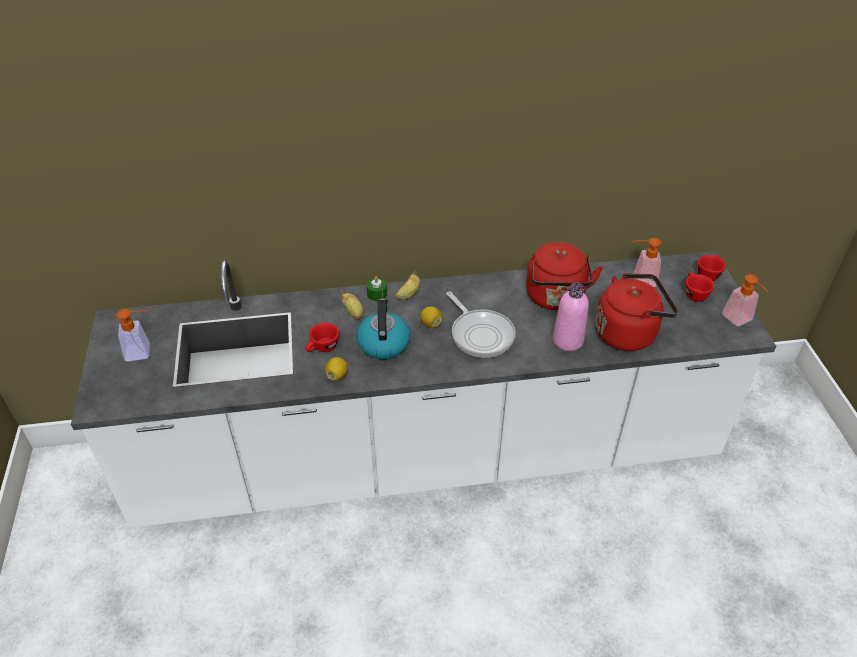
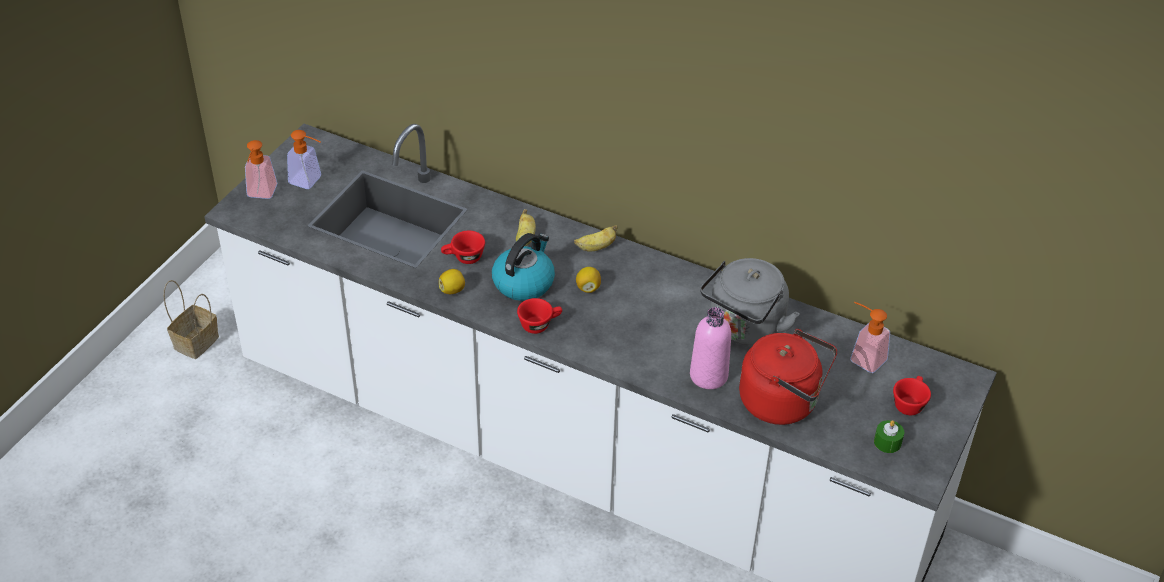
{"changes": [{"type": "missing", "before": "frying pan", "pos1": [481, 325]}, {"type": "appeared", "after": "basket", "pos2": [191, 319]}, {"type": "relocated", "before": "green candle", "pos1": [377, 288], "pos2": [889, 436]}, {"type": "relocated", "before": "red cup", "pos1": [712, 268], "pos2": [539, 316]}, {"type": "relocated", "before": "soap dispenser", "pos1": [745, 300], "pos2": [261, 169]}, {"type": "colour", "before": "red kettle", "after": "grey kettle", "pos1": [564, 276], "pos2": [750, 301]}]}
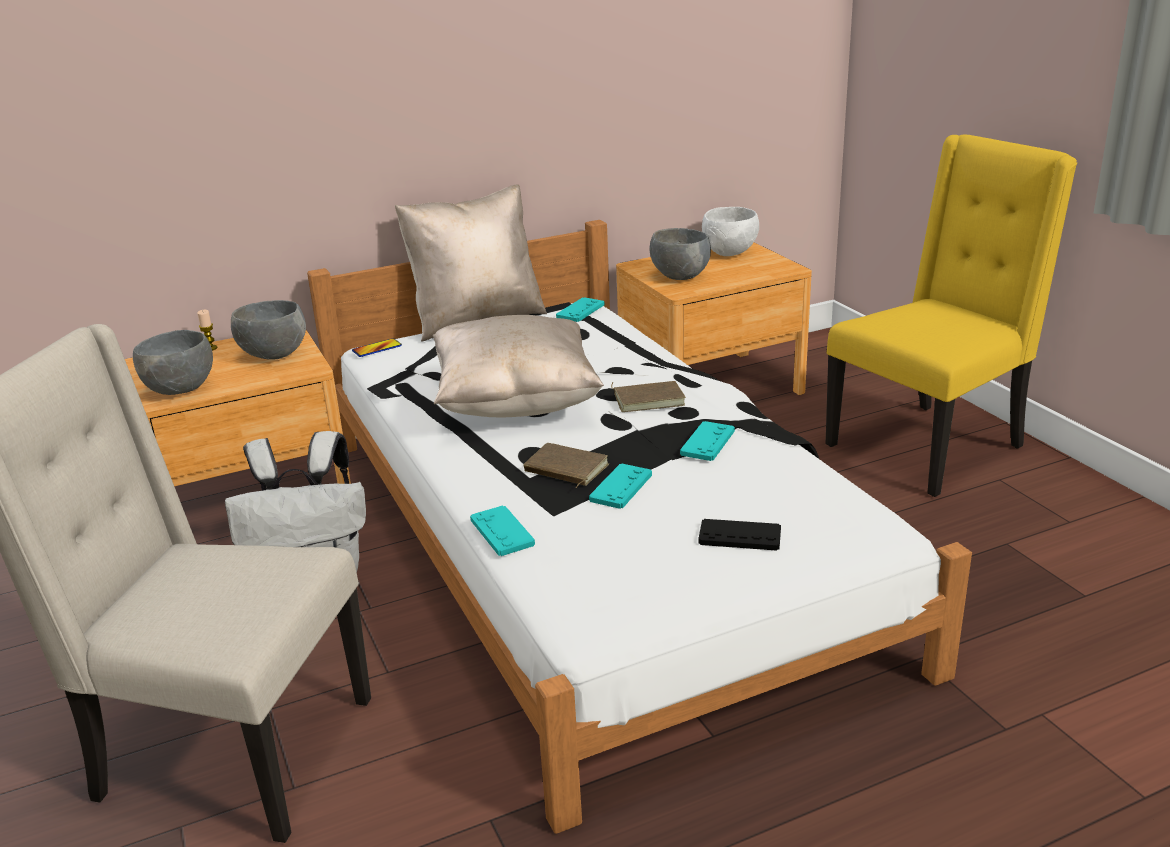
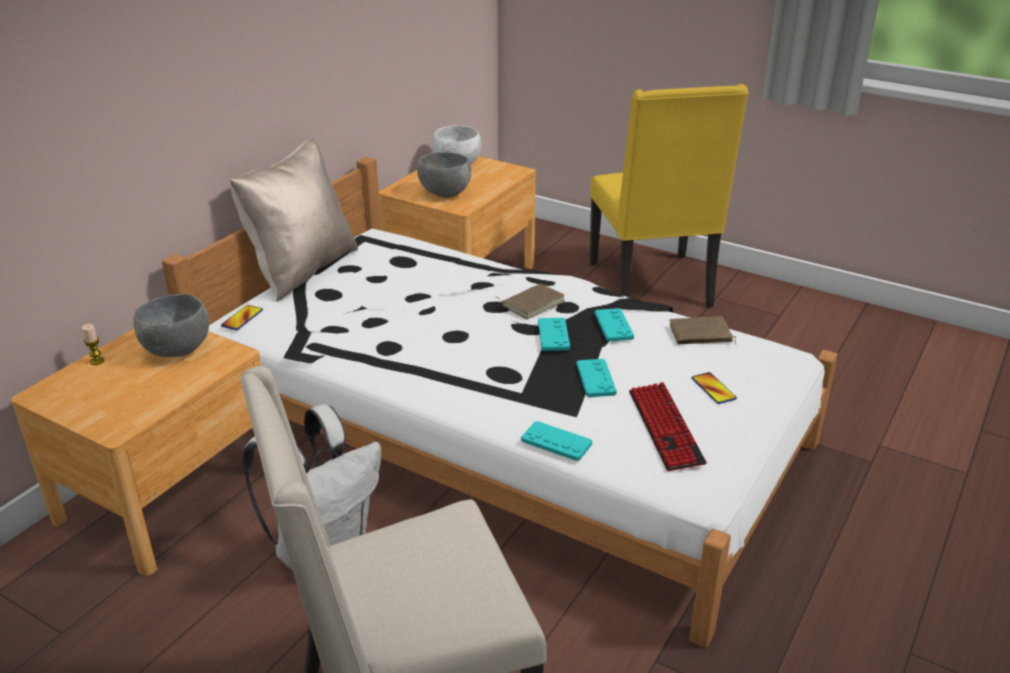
{"changes": [{"type": "missing", "before": "grey bowl", "pos1": [173, 362]}, {"type": "missing", "before": "beige pillow", "pos1": [518, 366]}, {"type": "appeared", "after": "keyboard", "pos2": [668, 426]}, {"type": "relocated", "before": "brown book", "pos1": [566, 465], "pos2": [702, 330]}, {"type": "relocated", "before": "turquoise game controller", "pos1": [580, 309], "pos2": [554, 334]}, {"type": "exchanged", "before": "black game controller", "after": "phone", "pos1": [739, 535], "pos2": [714, 388]}, {"type": "spun", "before": "yellow chair", "pos1": [951, 315], "pos2": [669, 195], "turn": 150}]}
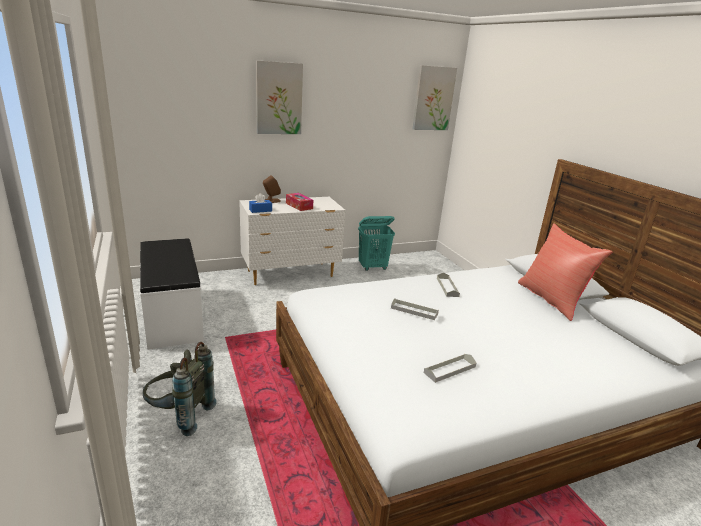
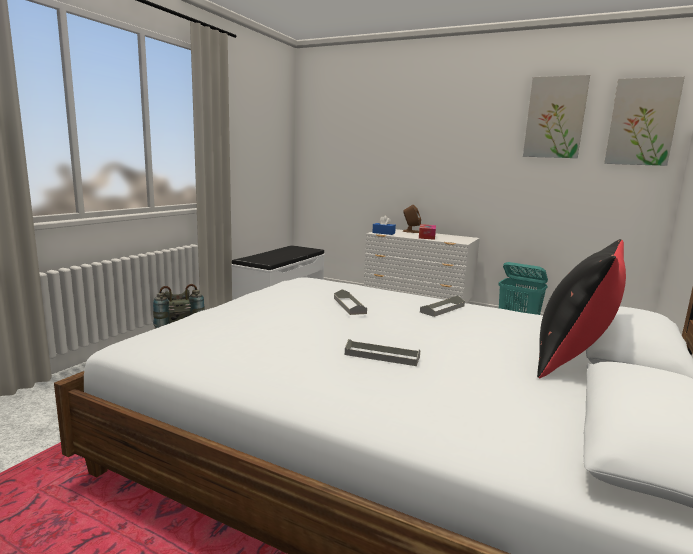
{"changes": [{"type": "relocated", "before": "picture", "pos1": [279, 97], "pos2": [556, 116]}, {"type": "relocated", "before": "grey tray", "pos1": [450, 368], "pos2": [382, 352]}, {"type": "colour", "before": "red pillow", "after": "black pillow", "pos1": [565, 272], "pos2": [581, 308]}]}
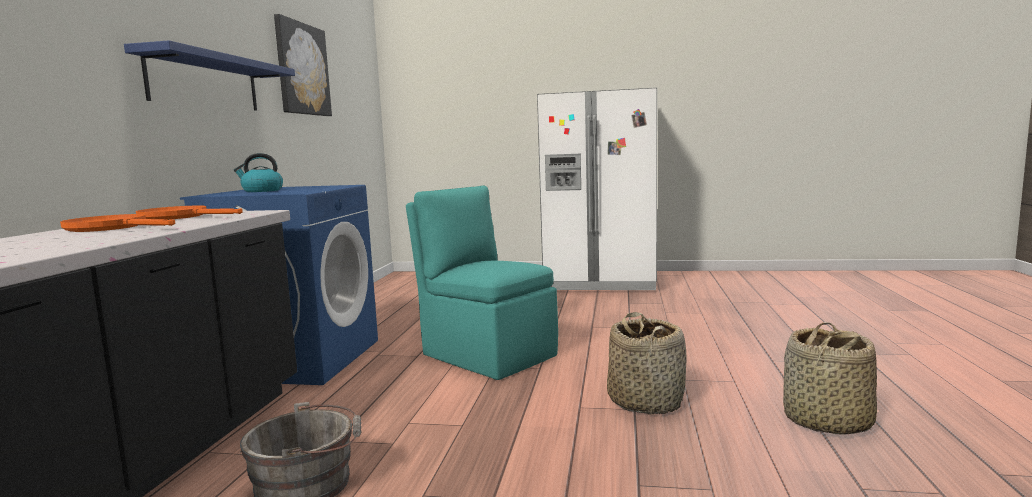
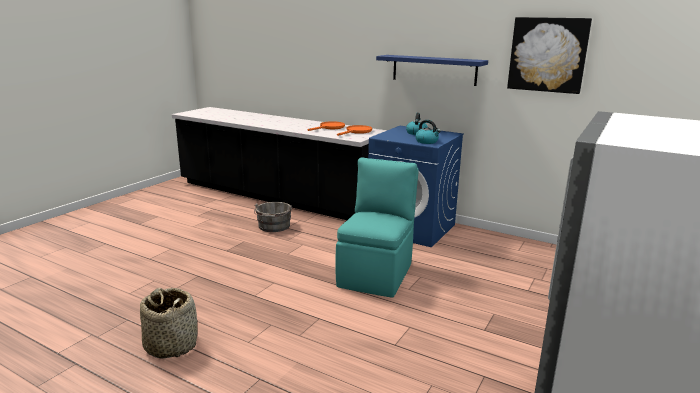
{"changes": [{"type": "missing", "before": "basket", "pos1": [647, 363]}, {"type": "appeared", "after": "kettle", "pos2": [428, 132]}, {"type": "spun", "before": "turquoise chair", "pos1": [482, 283], "pos2": [377, 227], "turn": -45}]}
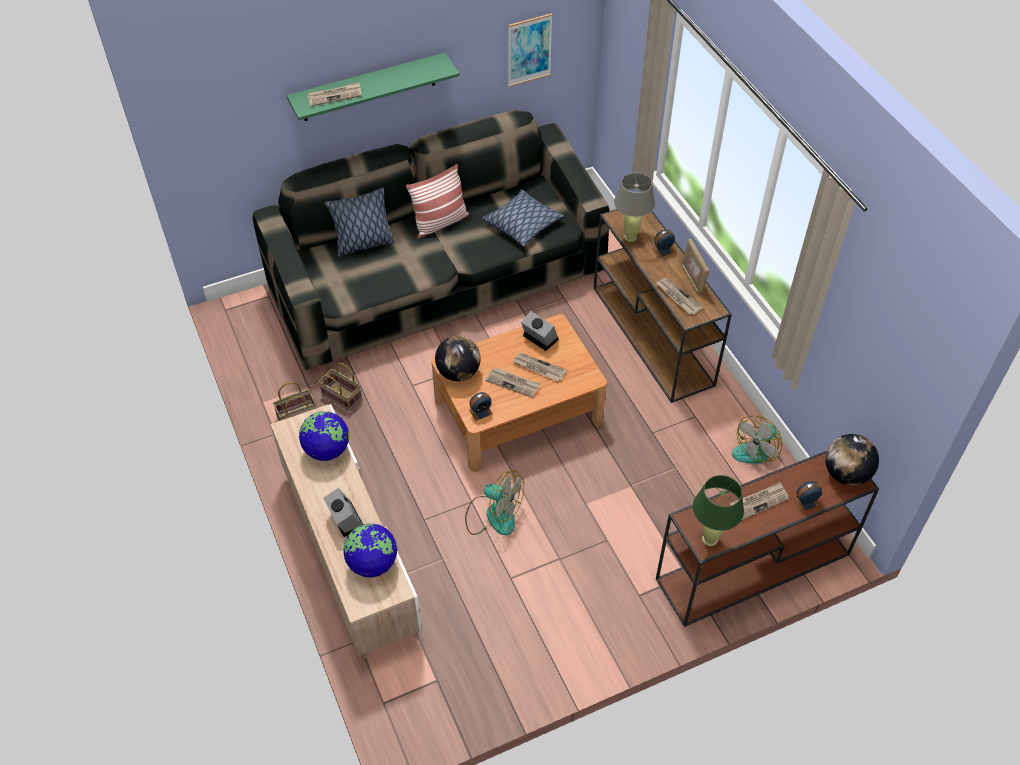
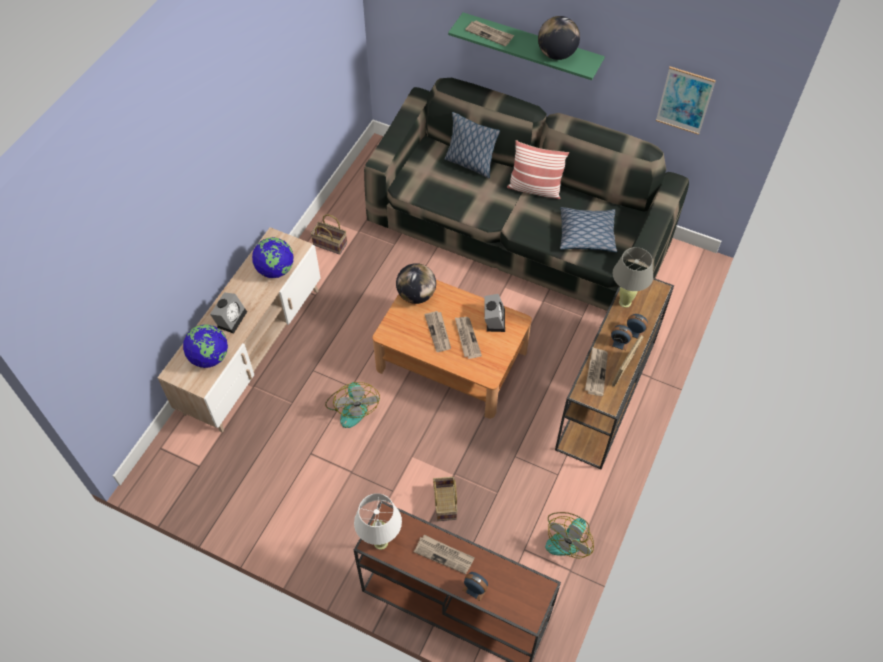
{"changes": [{"type": "relocated", "before": "basket", "pos1": [340, 387], "pos2": [445, 499]}, {"type": "relocated", "before": "alarm clock", "pos1": [481, 406], "pos2": [620, 338]}, {"type": "relocated", "before": "globe", "pos1": [852, 460], "pos2": [559, 38]}, {"type": "colour", "before": "green table lamp", "after": "white table lamp", "pos1": [718, 510], "pos2": [378, 521]}, {"type": "spun", "before": "fan", "pos1": [757, 439], "pos2": [569, 535], "turn": -60}]}
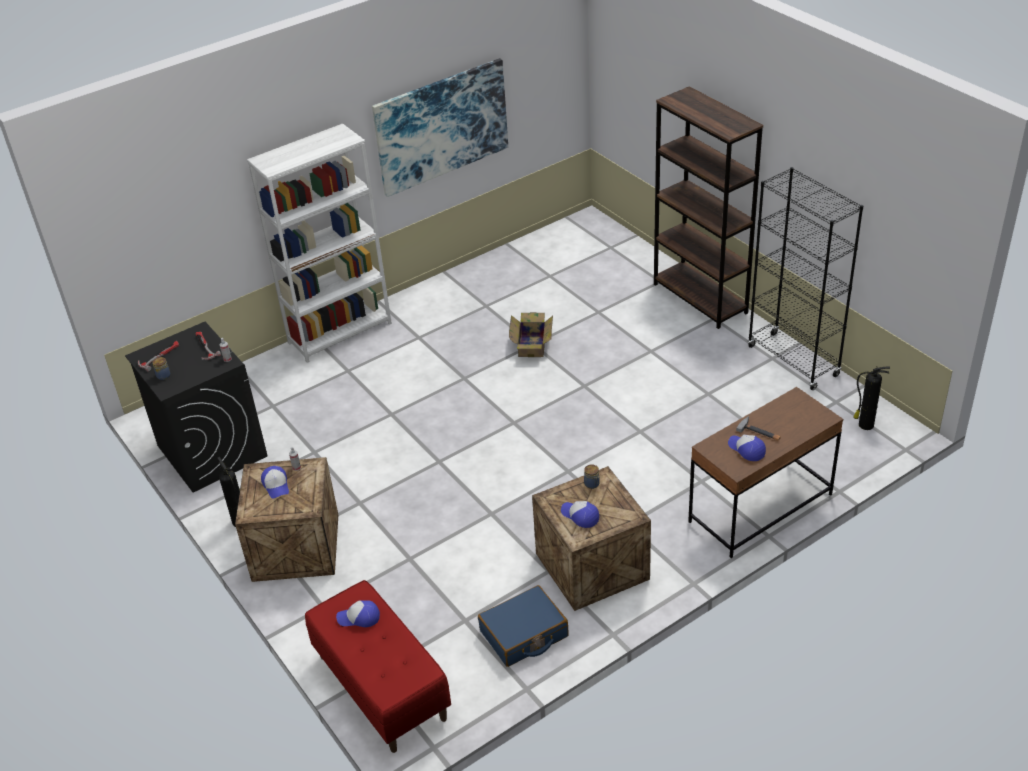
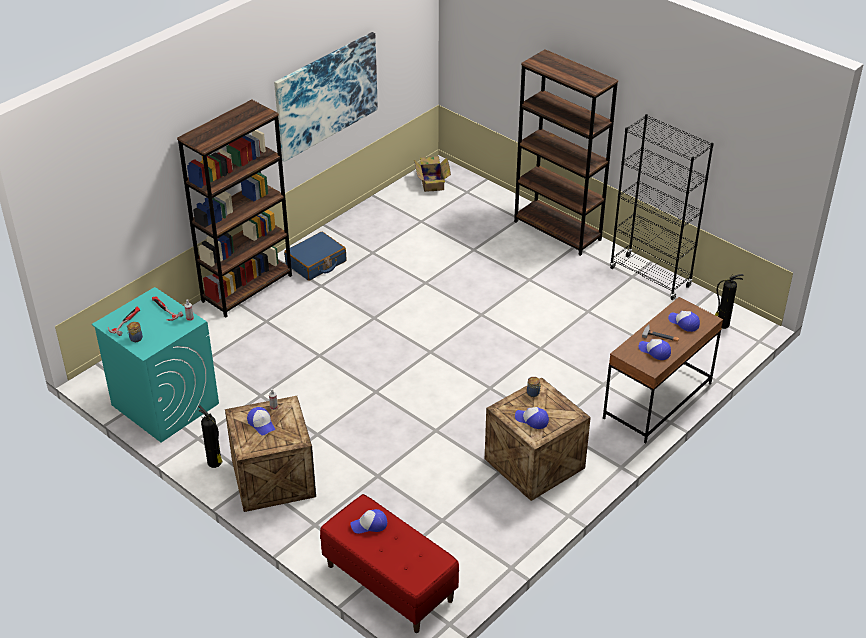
{"changes": [{"type": "appeared", "after": "cap", "pos2": [684, 321]}, {"type": "relocated", "before": "blue suitcase", "pos1": [523, 626], "pos2": [315, 256]}, {"type": "relocated", "before": "cardboard box", "pos1": [531, 334], "pos2": [432, 174]}, {"type": "colour", "before": "black washing machine", "after": "turquoise washing machine", "pos1": [196, 407], "pos2": [155, 364]}, {"type": "colour", "before": "white bookcase", "after": "brown bookcase", "pos1": [319, 243], "pos2": [234, 208]}]}
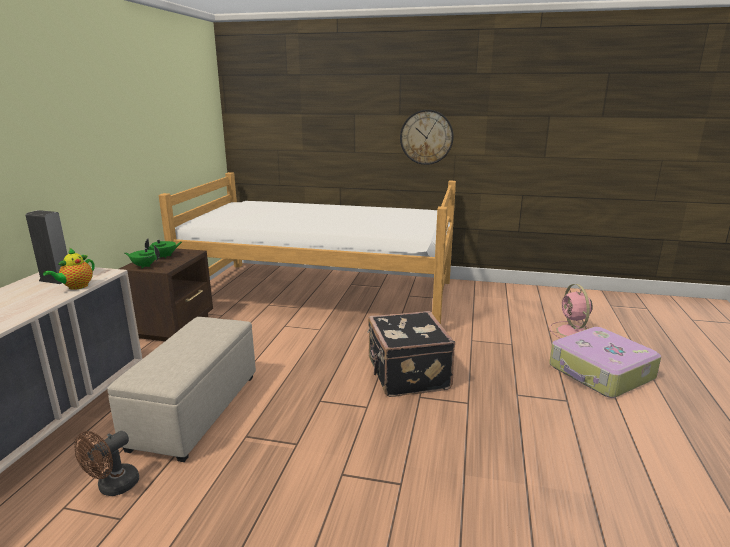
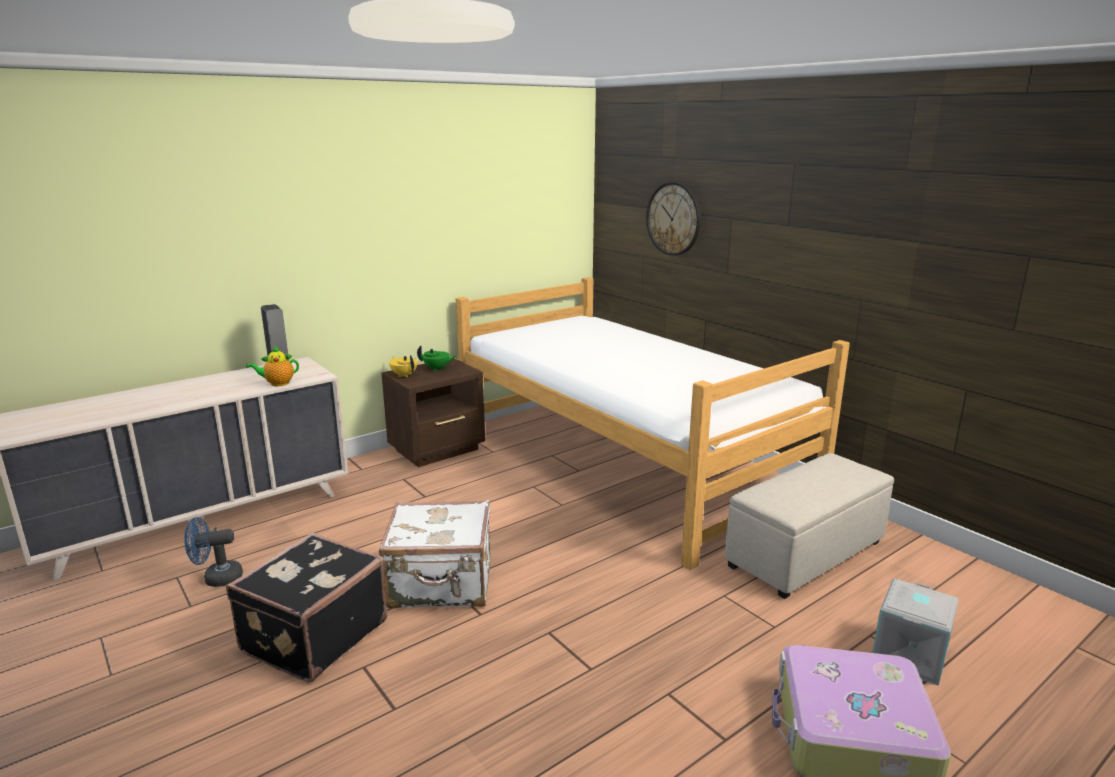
{"changes": [{"type": "appeared", "after": "white suitcase", "pos2": [435, 554]}, {"type": "relocated", "before": "beige ottoman", "pos1": [181, 389], "pos2": [809, 526]}, {"type": "relocated", "before": "black suitcase", "pos1": [411, 354], "pos2": [306, 607]}, {"type": "relocated", "before": "wall clock", "pos1": [427, 137], "pos2": [673, 219]}, {"type": "exchanged", "before": "pink fan", "after": "grey storage box", "pos1": [571, 311], "pos2": [915, 632]}, {"type": "colour", "before": "brown fan", "after": "blue fan", "pos1": [106, 463], "pos2": [213, 552]}, {"type": "colour", "before": "green teapot", "after": "yellow teapot", "pos1": [142, 256], "pos2": [403, 366]}]}
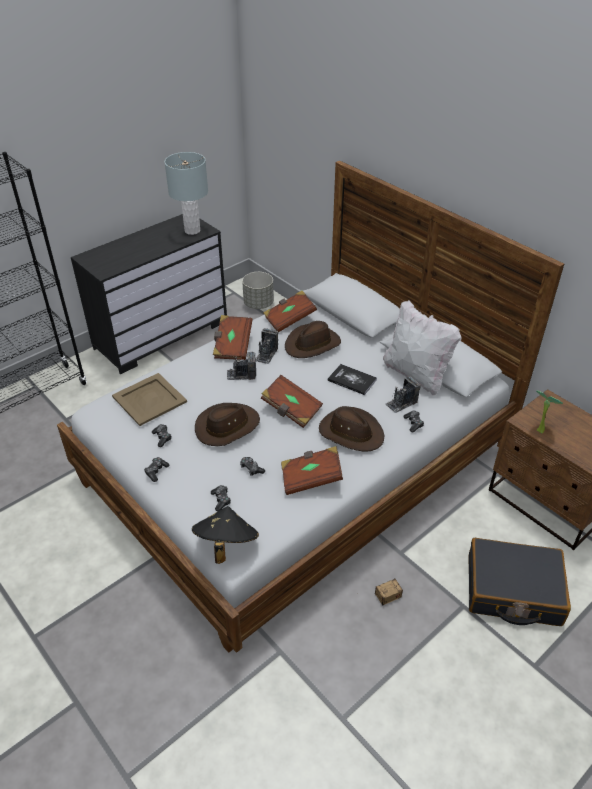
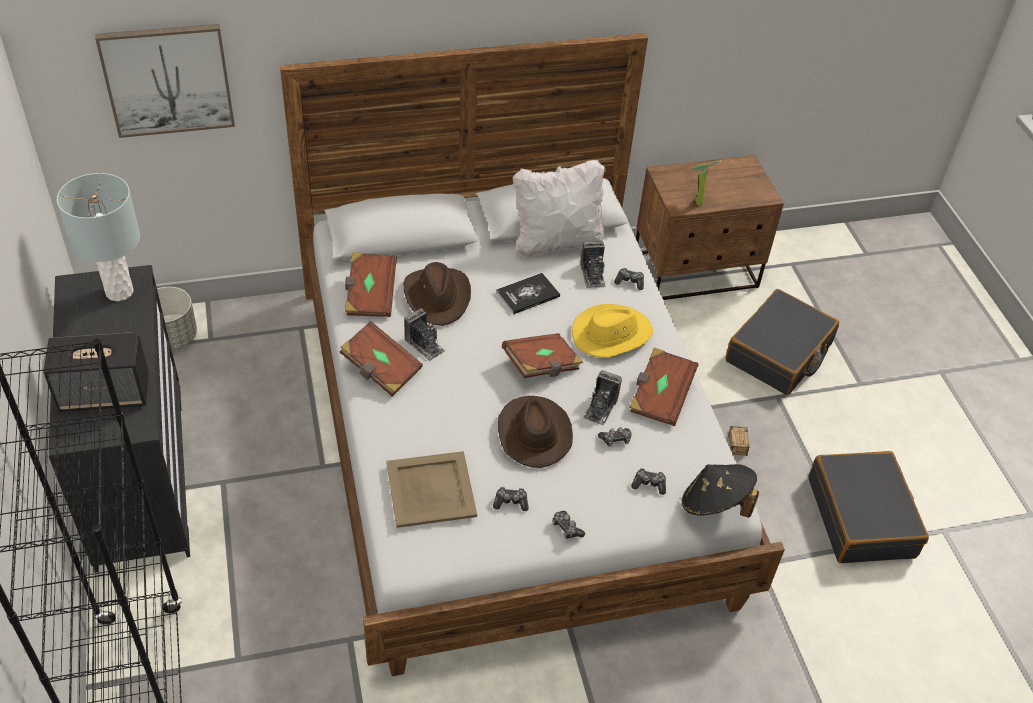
{"changes": [{"type": "appeared", "after": "speaker", "pos2": [96, 372]}, {"type": "appeared", "after": "picture", "pos2": [165, 81]}, {"type": "appeared", "after": "black suitcase", "pos2": [868, 507]}, {"type": "relocated", "before": "photo camera", "pos1": [241, 366], "pos2": [602, 397]}, {"type": "colour", "before": "brown hat", "after": "yellow hat", "pos1": [352, 429], "pos2": [612, 331]}]}
